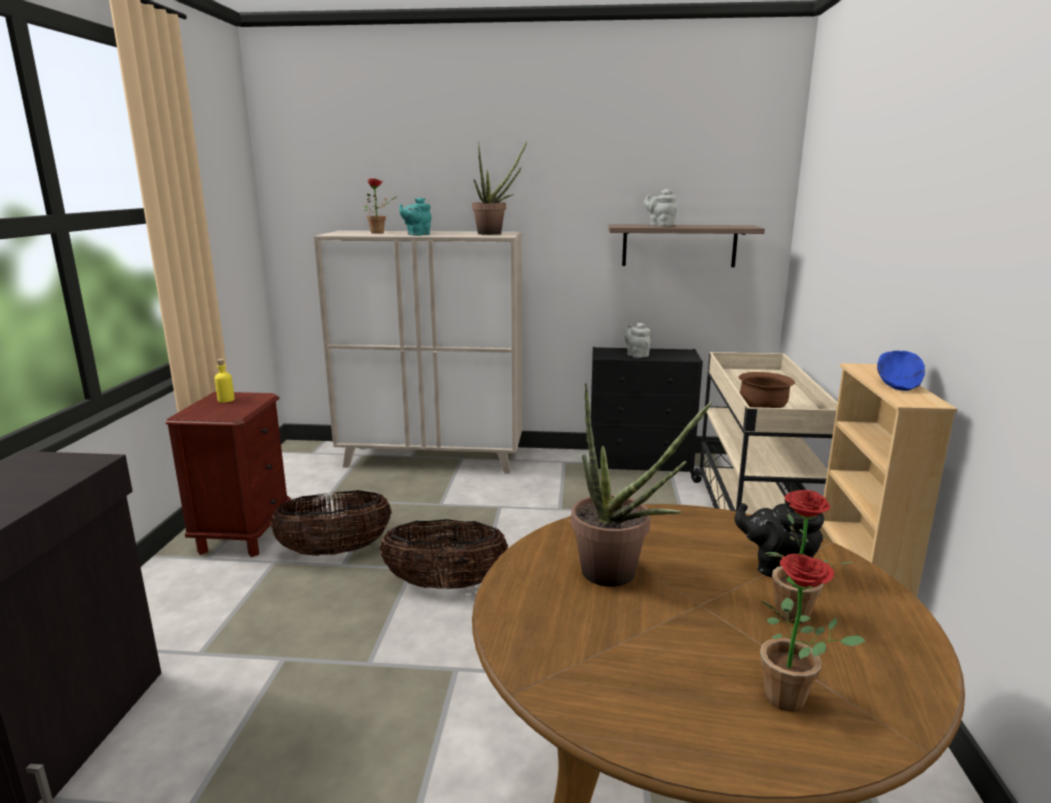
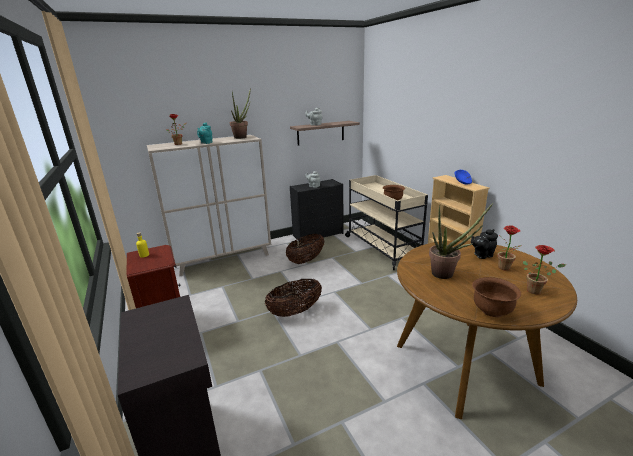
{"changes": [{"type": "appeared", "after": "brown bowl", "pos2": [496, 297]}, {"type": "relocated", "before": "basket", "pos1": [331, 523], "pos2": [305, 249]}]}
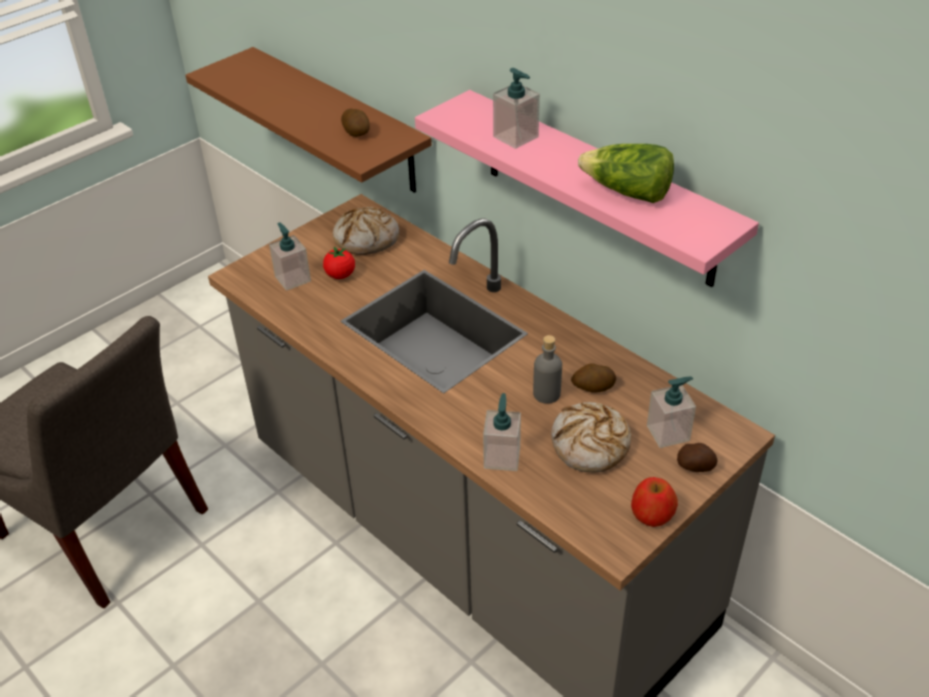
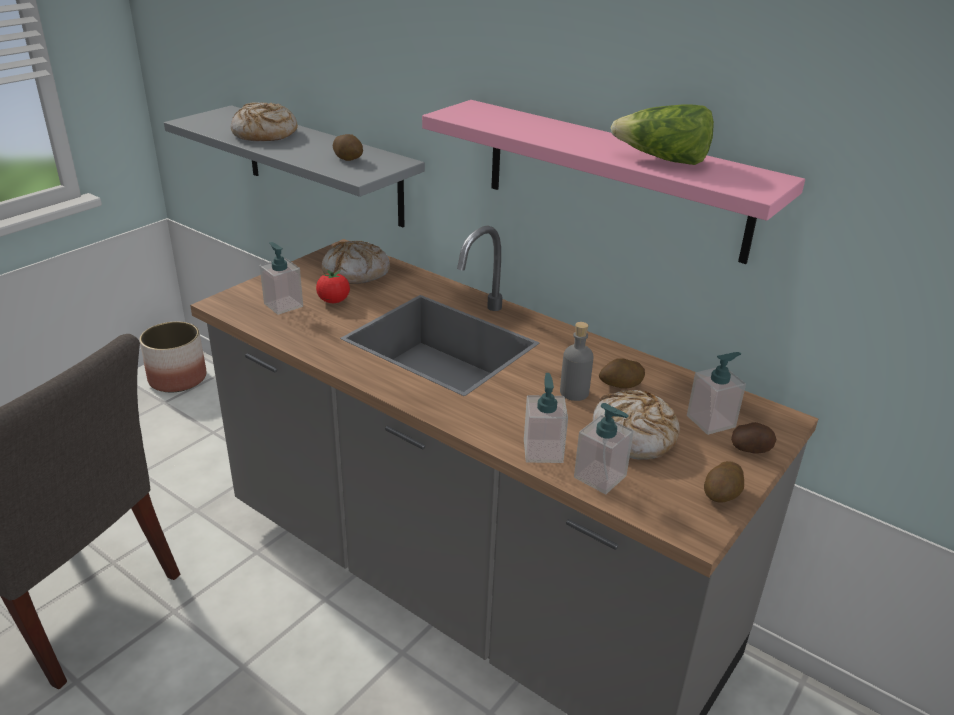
{"changes": [{"type": "appeared", "after": "planter", "pos2": [172, 356]}, {"type": "appeared", "after": "bread", "pos2": [264, 121]}, {"type": "relocated", "before": "soap dispenser", "pos1": [516, 108], "pos2": [604, 448]}, {"type": "exchanged", "before": "apple", "after": "potato", "pos1": [654, 502], "pos2": [724, 482]}, {"type": "colour", "before": "brown shelf", "after": "grey shelf", "pos1": [308, 120], "pos2": [294, 166]}]}
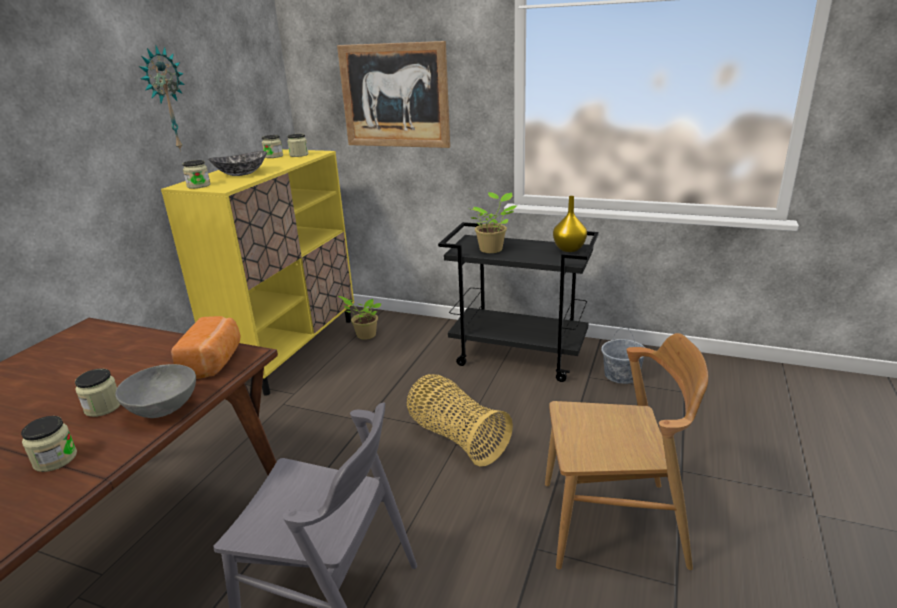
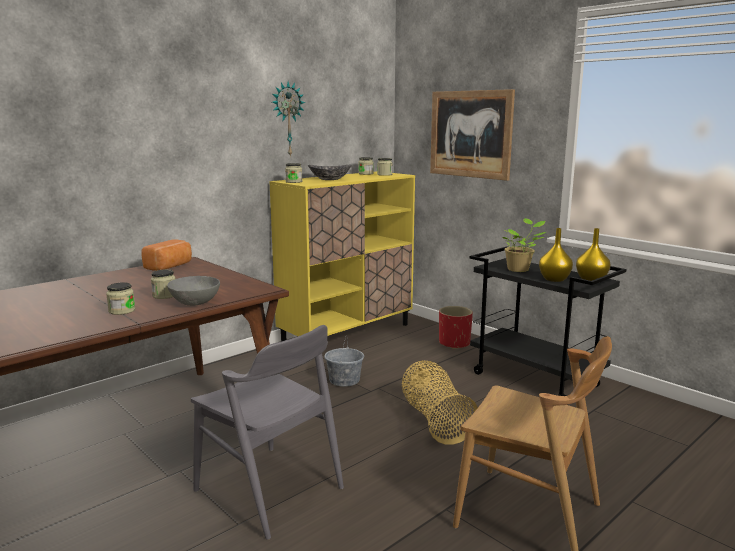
{"changes": [{"type": "missing", "before": "potted plant", "pos1": [360, 318]}, {"type": "appeared", "after": "red planter", "pos2": [456, 327]}, {"type": "appeared", "after": "yellow vase", "pos2": [556, 255]}, {"type": "relocated", "before": "bread", "pos1": [206, 347], "pos2": [167, 255]}, {"type": "relocated", "before": "grey bucket", "pos1": [623, 356], "pos2": [344, 361]}]}
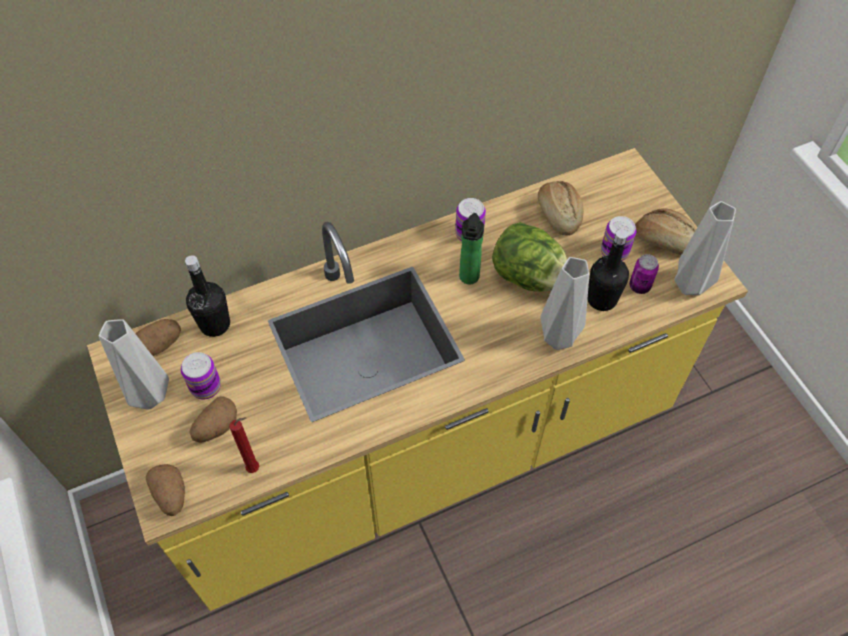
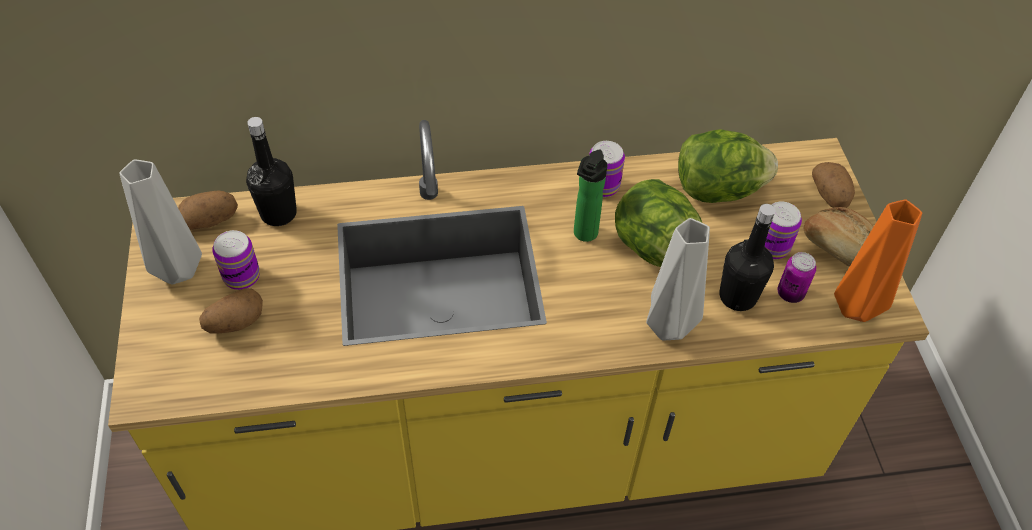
{"changes": [{"type": "missing", "before": "red candle", "pos1": [244, 445]}, {"type": "relocated", "before": "potato", "pos1": [165, 490], "pos2": [833, 185]}, {"type": "exchanged", "before": "bread", "after": "lettuce", "pos1": [561, 208], "pos2": [728, 166]}, {"type": "colour", "before": "grey vase", "after": "orange vase", "pos1": [705, 248], "pos2": [878, 261]}]}
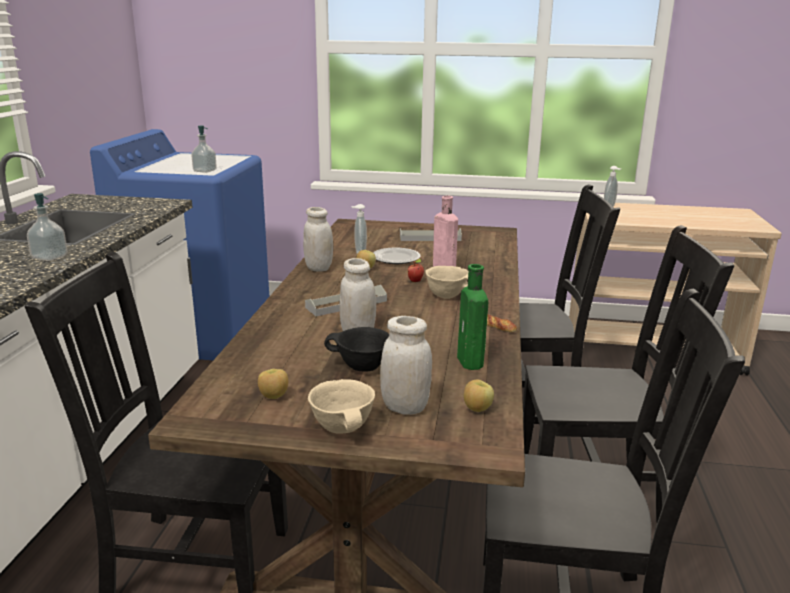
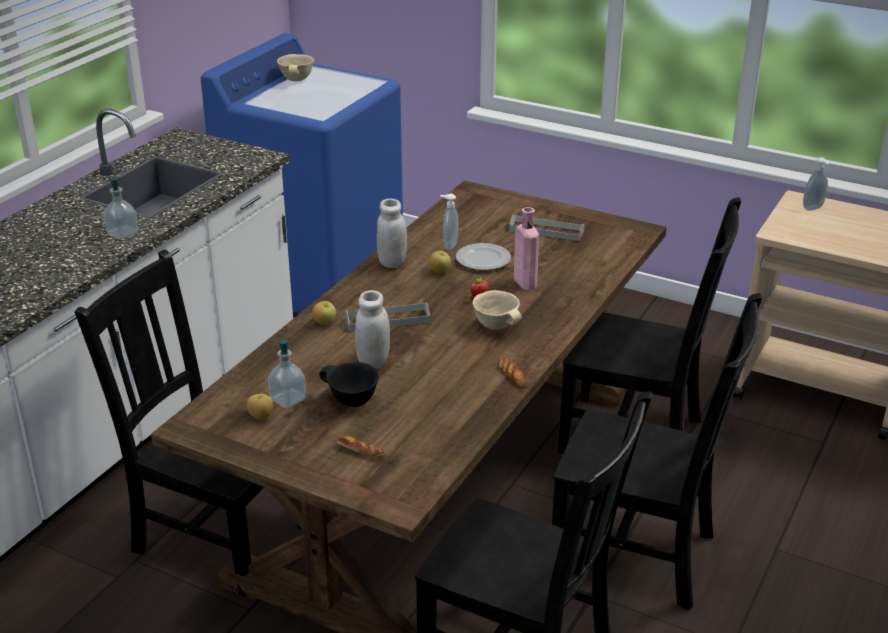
{"changes": [{"type": "missing", "before": "green bottle", "pos1": [472, 317]}, {"type": "relocated", "before": "soap dispenser", "pos1": [204, 149], "pos2": [287, 374]}, {"type": "relocated", "before": "beige bowl", "pos1": [341, 406], "pos2": [295, 67]}, {"type": "relocated", "before": "apple", "pos1": [479, 395], "pos2": [324, 313]}, {"type": "exchanged", "before": "white jar", "after": "bread", "pos1": [406, 365], "pos2": [360, 447]}]}
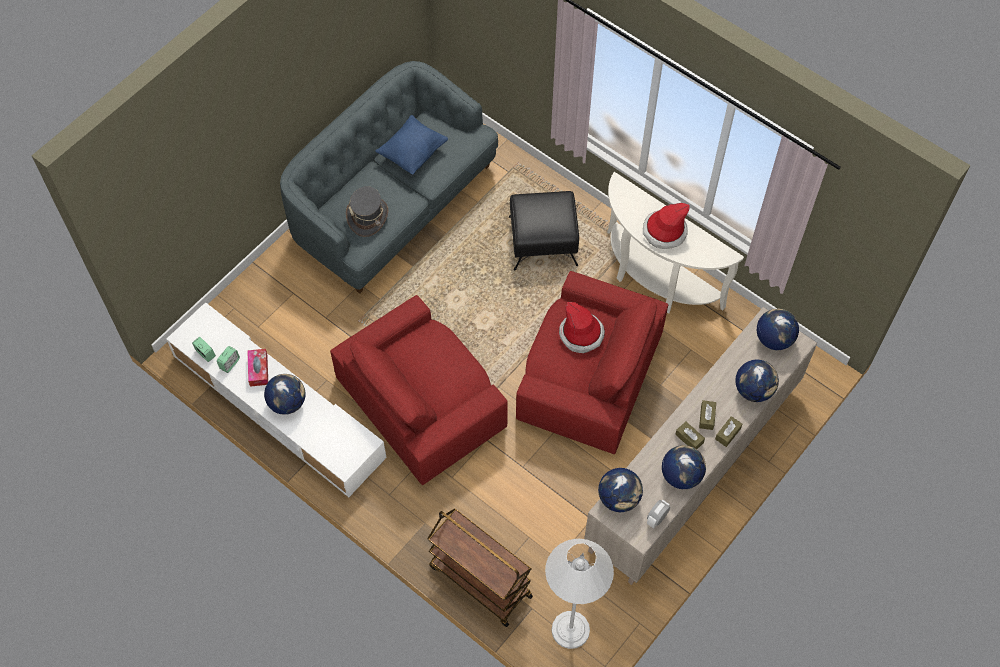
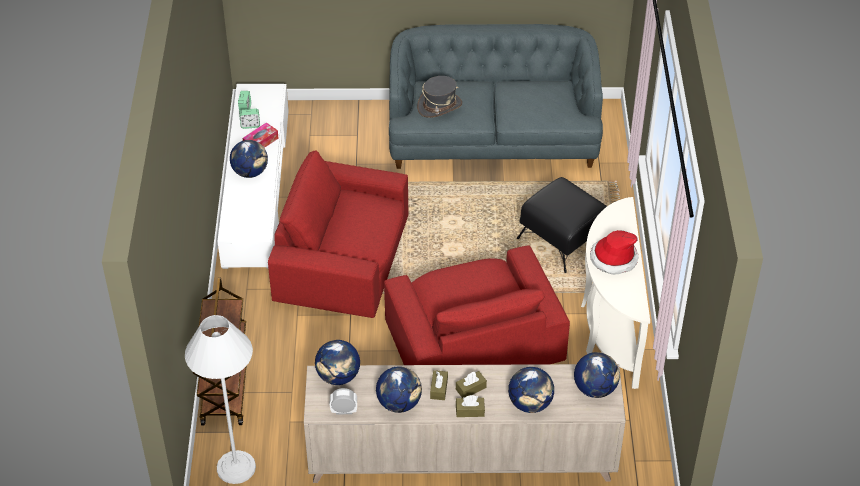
{"changes": [{"type": "missing", "before": "blue pillow", "pos1": [411, 144]}, {"type": "missing", "before": "hat", "pos1": [582, 327]}]}
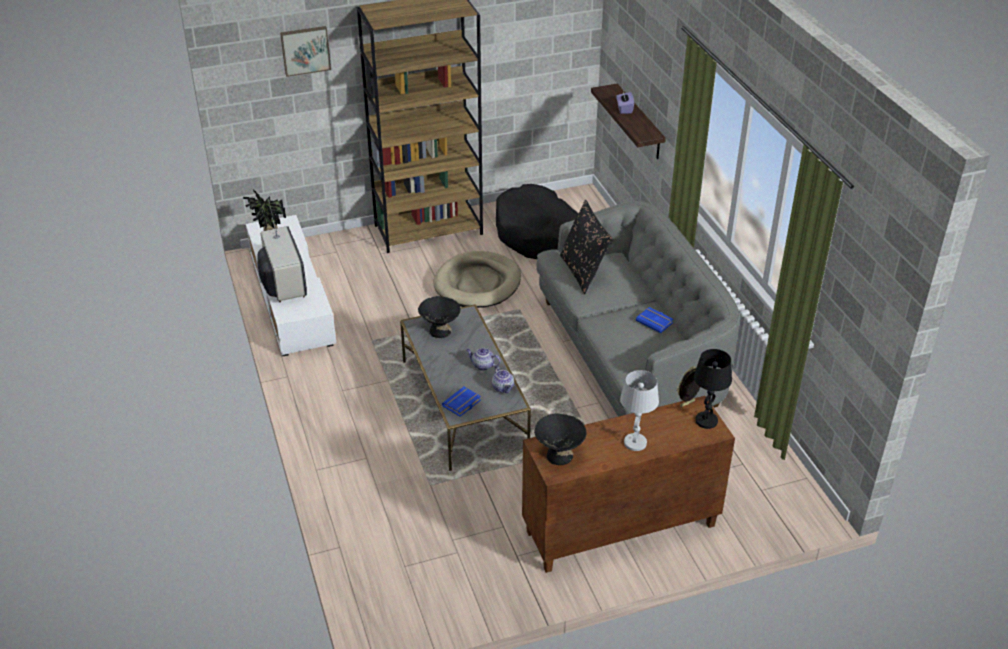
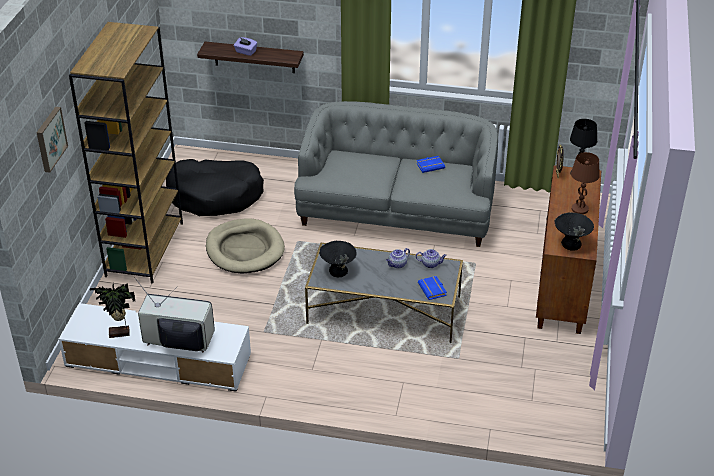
{"changes": [{"type": "missing", "before": "black pillow", "pos1": [586, 247]}, {"type": "colour", "before": "white table lamp", "after": "brown table lamp", "pos1": [639, 410], "pos2": [585, 183]}]}
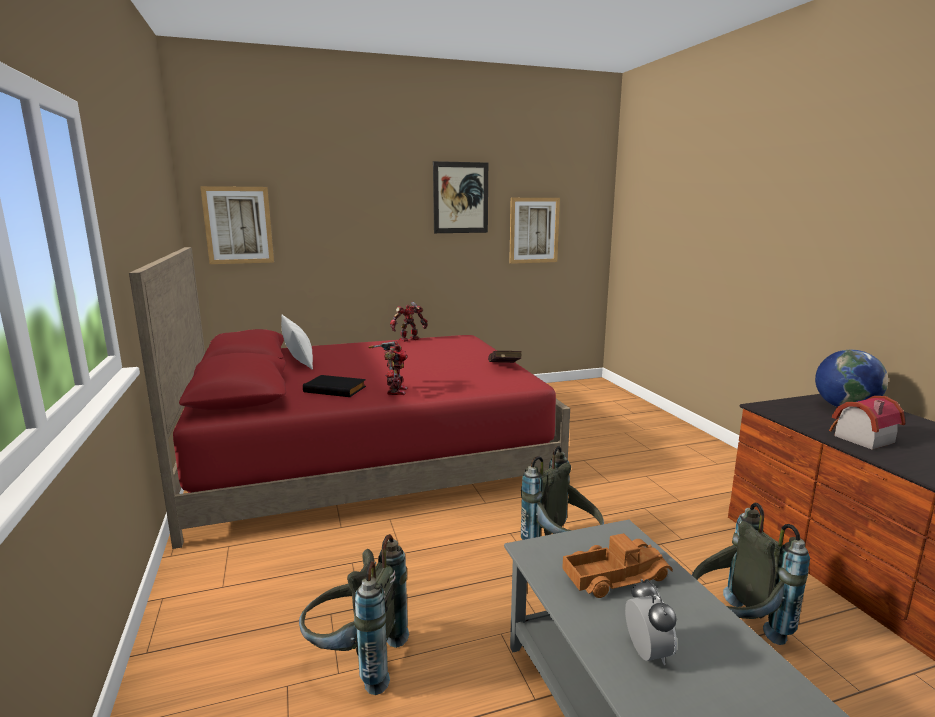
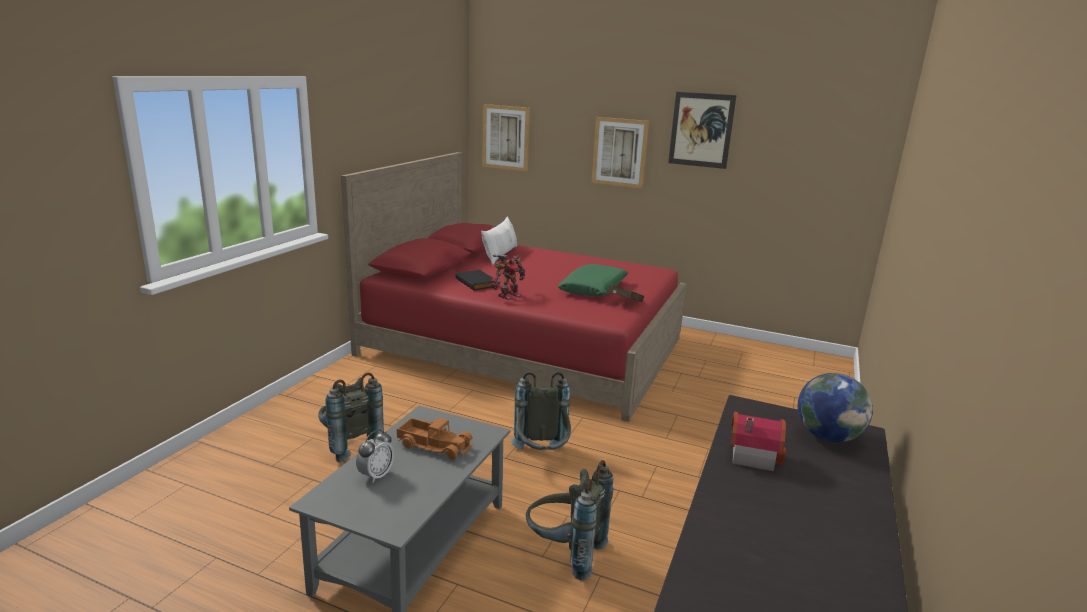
{"changes": [{"type": "missing", "before": "toy robot", "pos1": [409, 322]}, {"type": "appeared", "after": "green pillow", "pos2": [593, 280]}, {"type": "relocated", "before": "picture", "pos1": [534, 231], "pos2": [620, 152]}]}
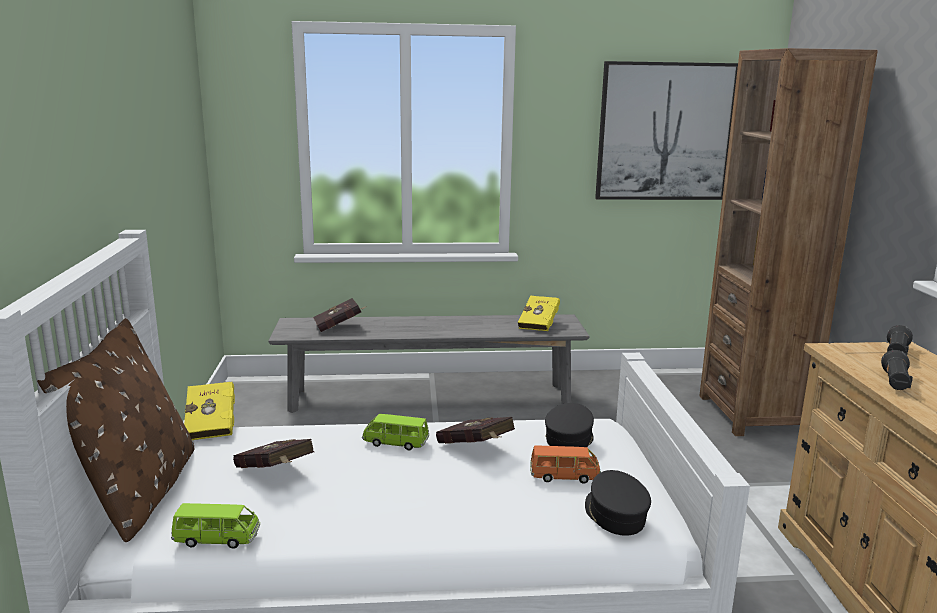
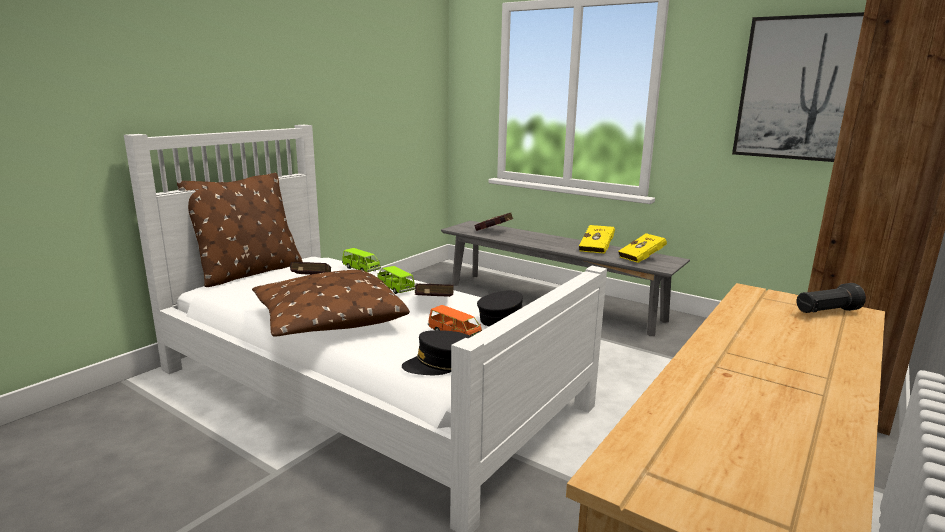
{"changes": [{"type": "missing", "before": "black flashlight", "pos1": [897, 370]}, {"type": "appeared", "after": "brown pillow", "pos2": [331, 303]}, {"type": "relocated", "before": "green toy car", "pos1": [215, 526], "pos2": [361, 260]}, {"type": "relocated", "before": "yellow book", "pos1": [209, 411], "pos2": [597, 239]}, {"type": "spun", "before": "black cap", "pos1": [618, 503], "pos2": [436, 352], "turn": -135}]}
